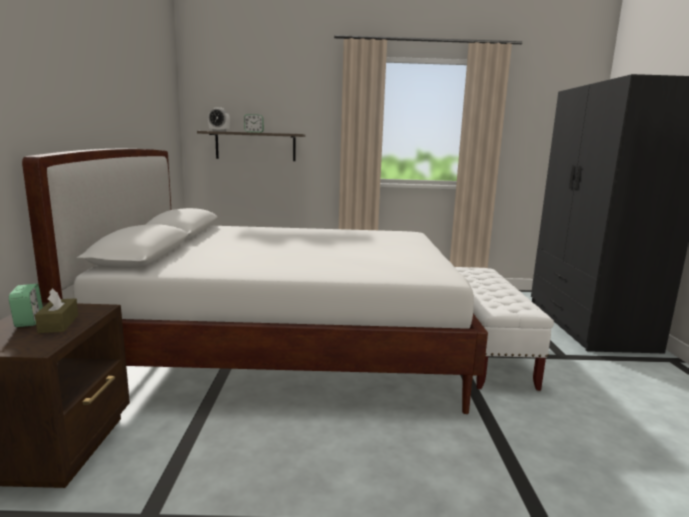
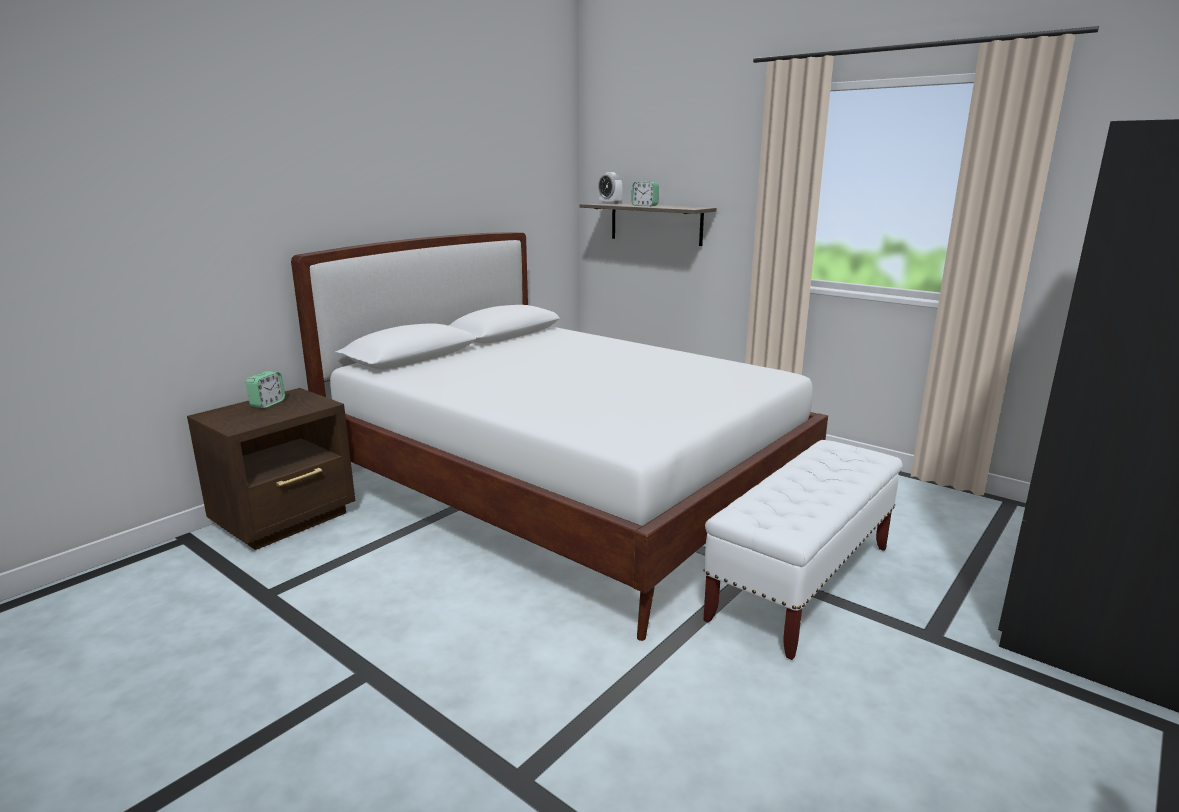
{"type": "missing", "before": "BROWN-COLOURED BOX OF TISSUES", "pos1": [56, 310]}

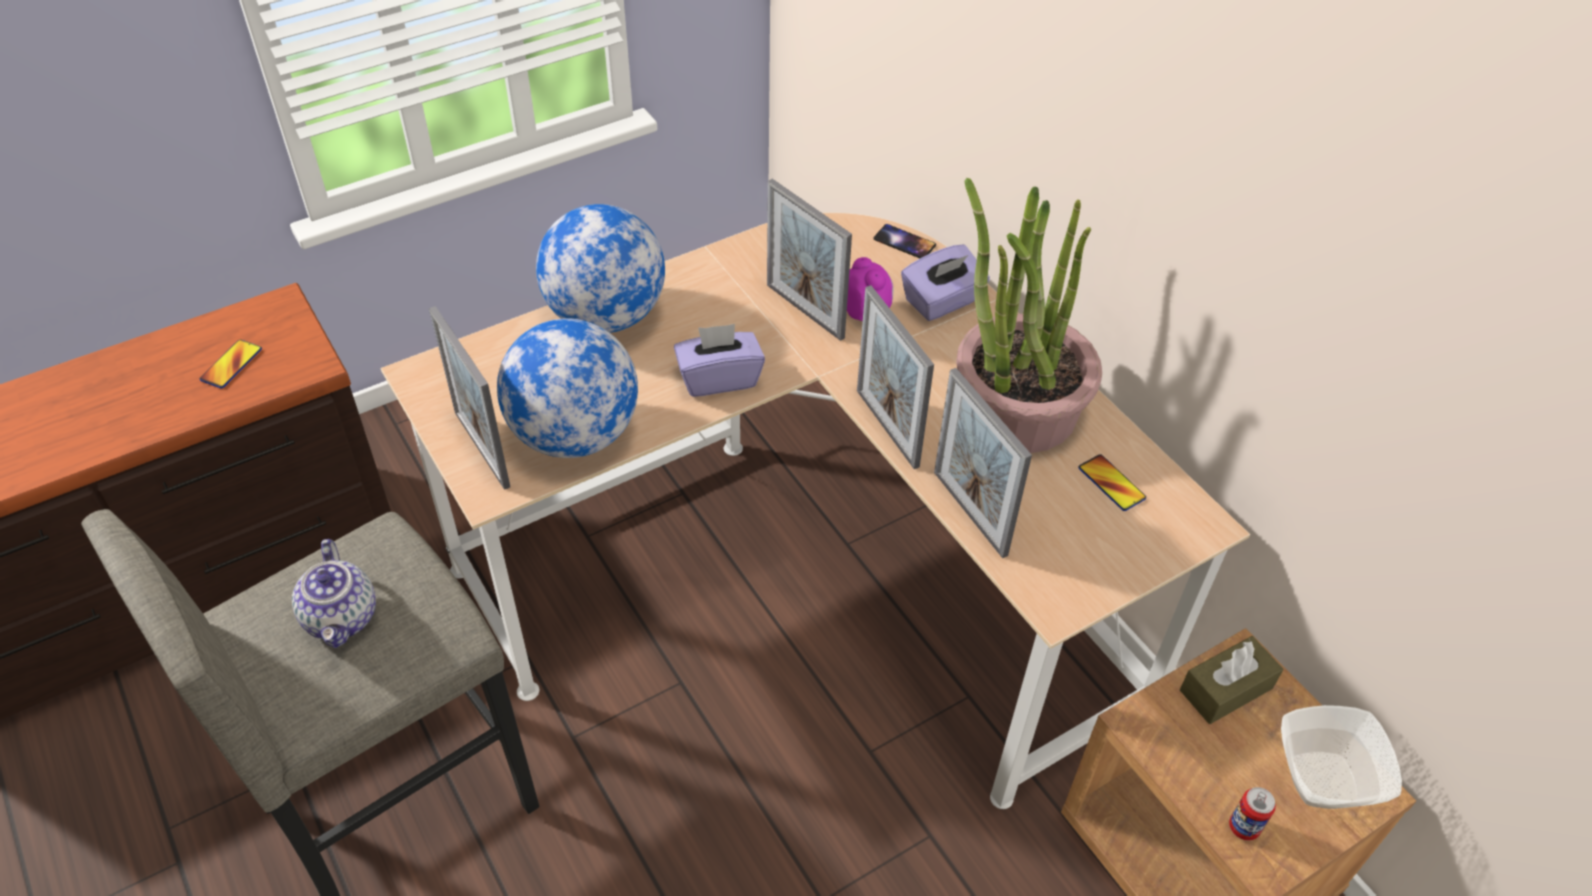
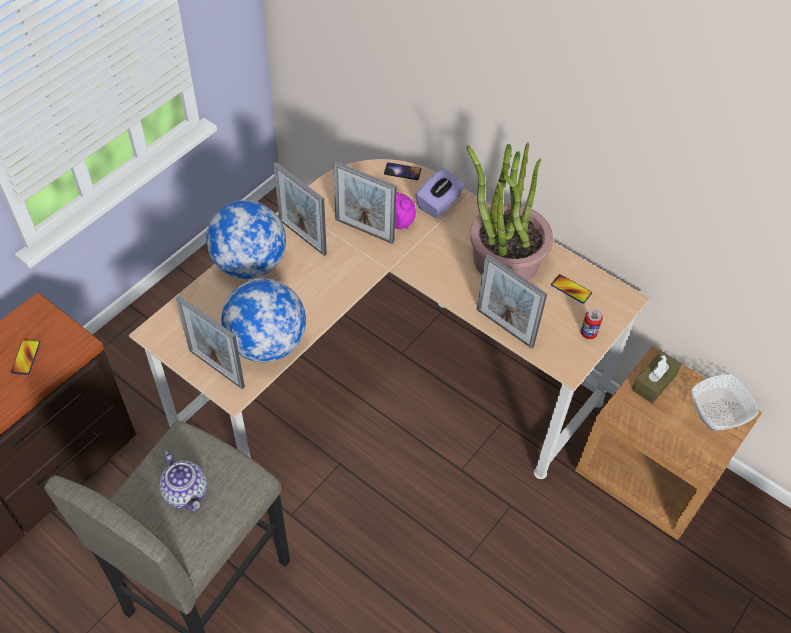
{"type": "missing", "before": "PURPLE BOX OF TISSUES", "pos1": [719, 360]}
{"type": "relocated", "before": "PICTURE FRAME", "pos1": [895, 377], "pos2": [300, 209]}
{"type": "relocated", "before": "SEALED CAN", "pos1": [1252, 814], "pos2": [592, 324]}

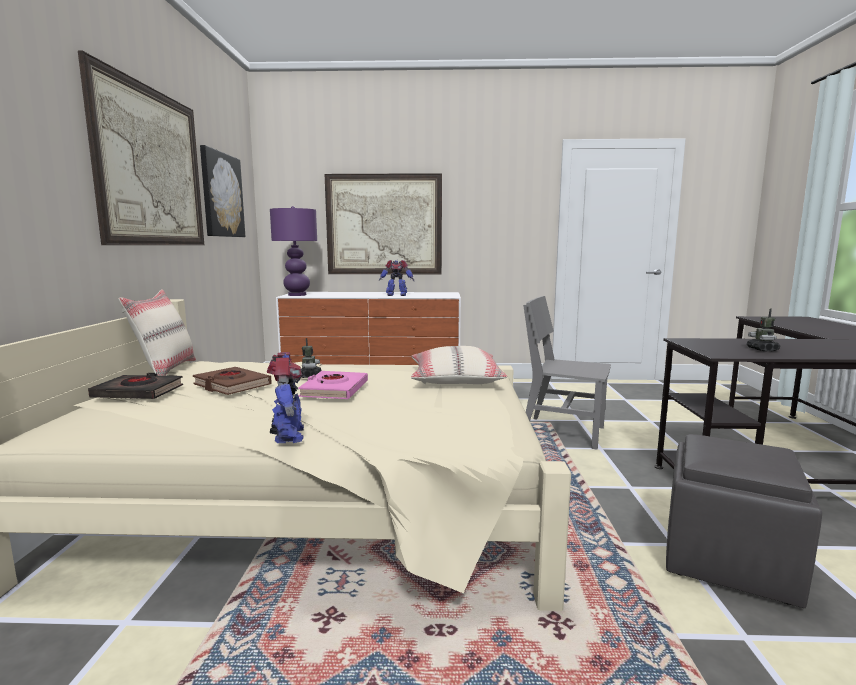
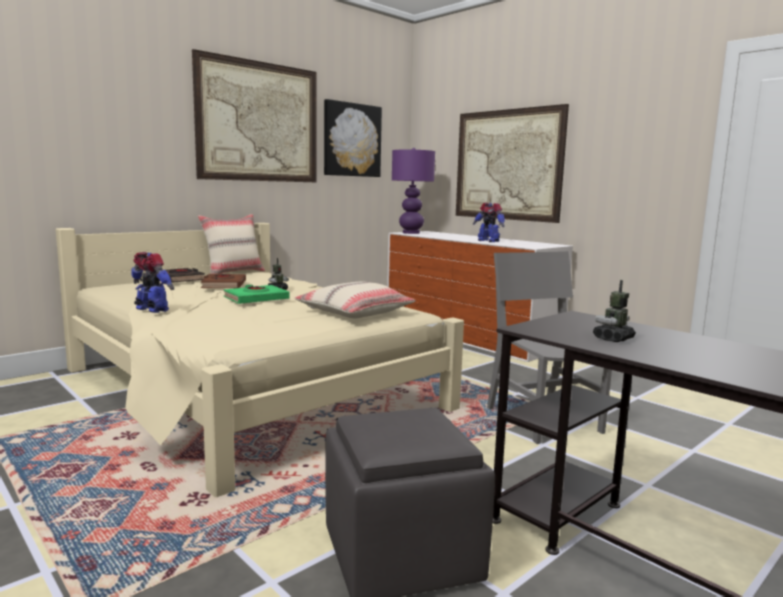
{"type": "colour", "before": "PINKISH BOOK", "after": "GREEN BOOK", "pos1": [333, 385], "pos2": [256, 294]}
{"type": "spun", "before": "TOY ROBOT", "pos1": [285, 397], "pos2": [153, 282], "turn": -90}

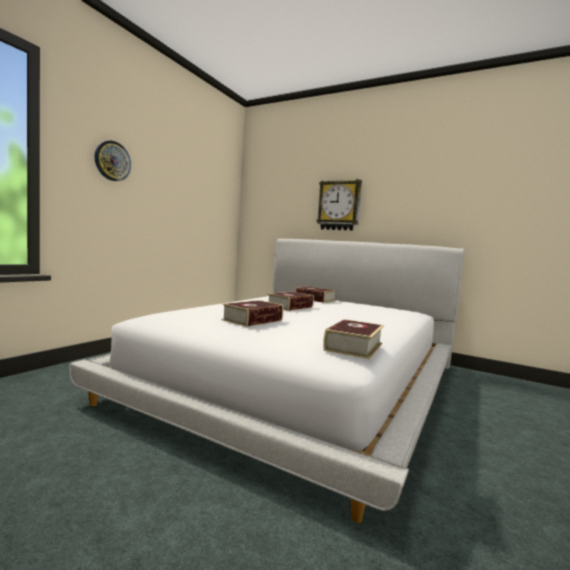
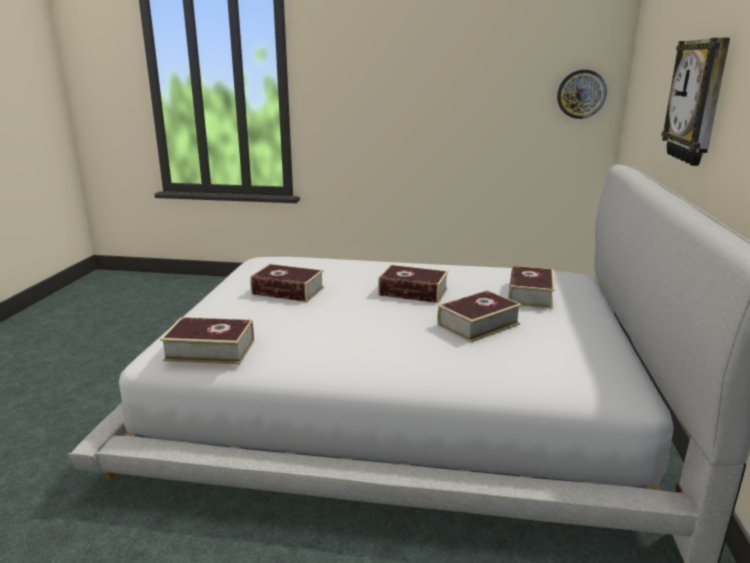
{"type": "appeared", "after": "BOOK", "pos2": [479, 316]}
{"type": "relocated", "before": "HANGING CLOCK", "pos1": [113, 160], "pos2": [582, 94]}

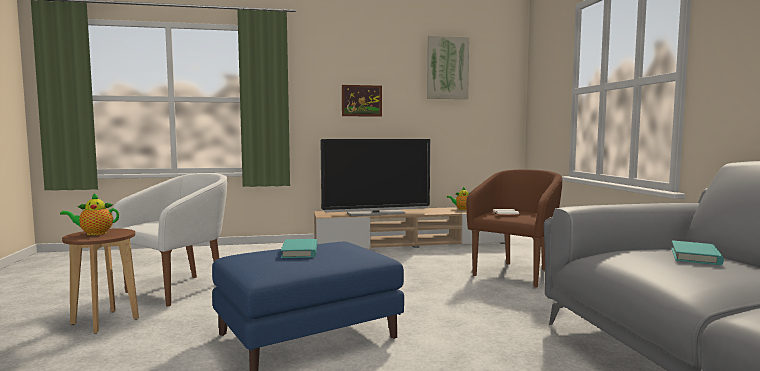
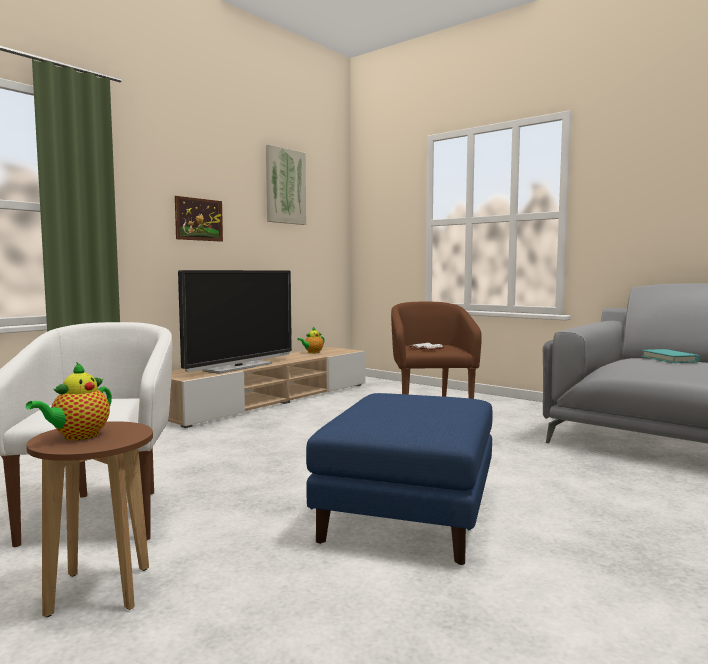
{"type": "missing", "before": "TURQUOISE-COLOURED BOOK", "pos1": [299, 248]}

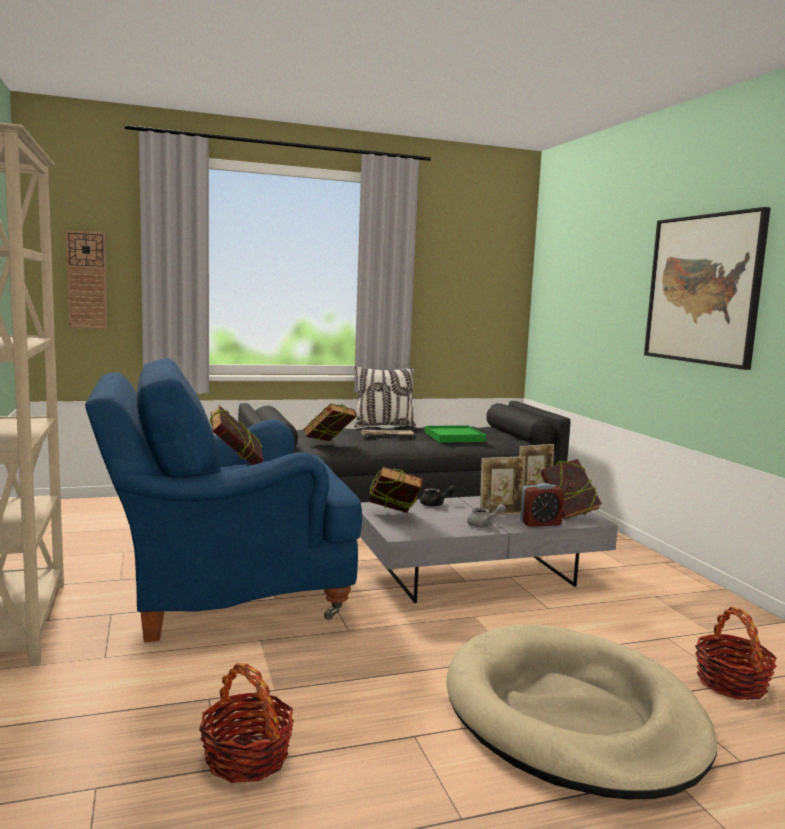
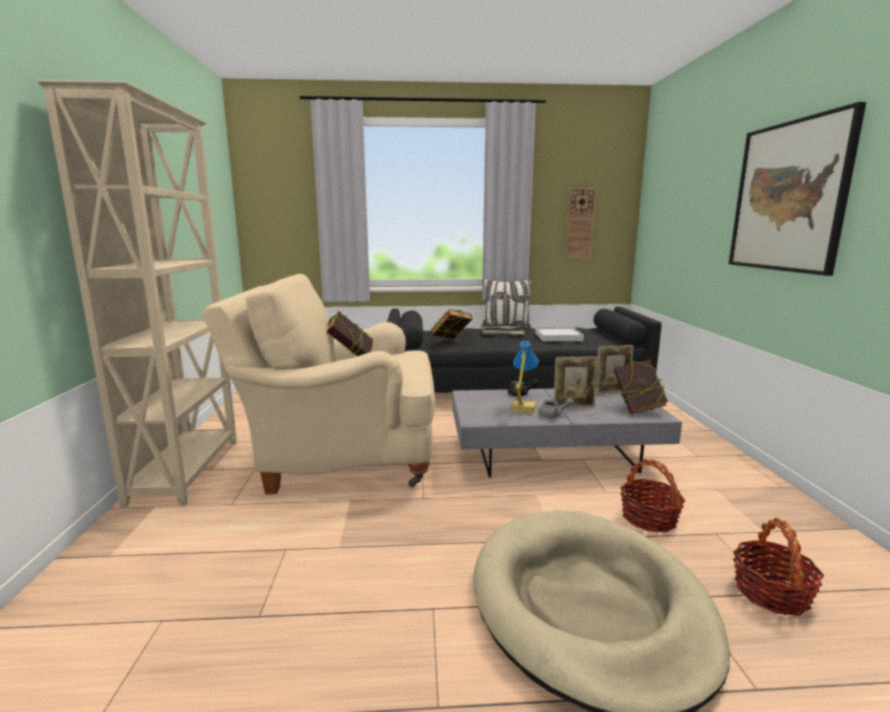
{"type": "missing", "before": "BOOK", "pos1": [396, 489]}
{"type": "missing", "before": "TABLE CLOCK", "pos1": [542, 505]}
{"type": "appeared", "after": "TABLETOP LAMP", "pos2": [524, 378]}
{"type": "relocated", "before": "HANGING CLOCK", "pos1": [86, 279], "pos2": [581, 223]}
{"type": "relocated", "before": "STORAGE BASKET", "pos1": [246, 723], "pos2": [653, 495]}
{"type": "colour", "before": "BLUISH ARMCHAIR", "after": "BEIGE-COLOURED ARMCHAIR", "pos1": [223, 500], "pos2": [318, 384]}
{"type": "colour", "before": "GREEN CARRYING TRAY", "after": "WHITISH CARRYING TRAY", "pos1": [455, 434], "pos2": [559, 334]}

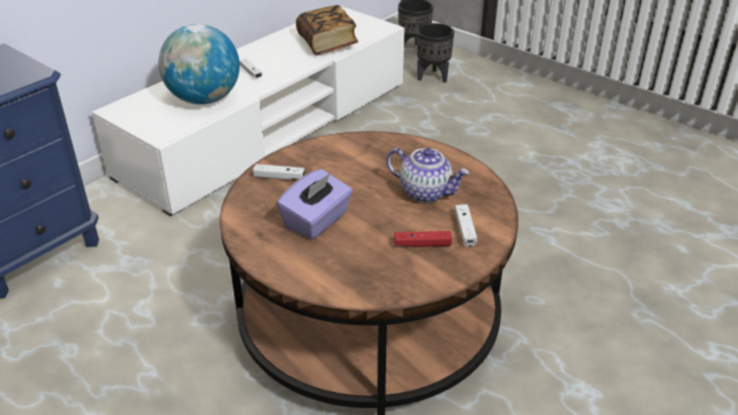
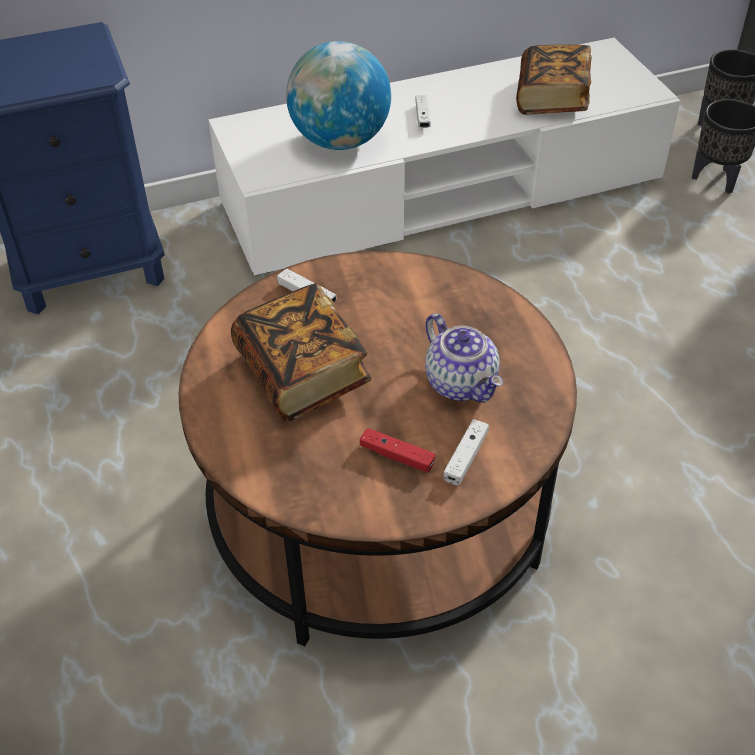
{"type": "exchanged", "before": "PURPLE BOX OF TISSUES", "after": "BOOK", "pos1": [315, 204], "pos2": [301, 352]}

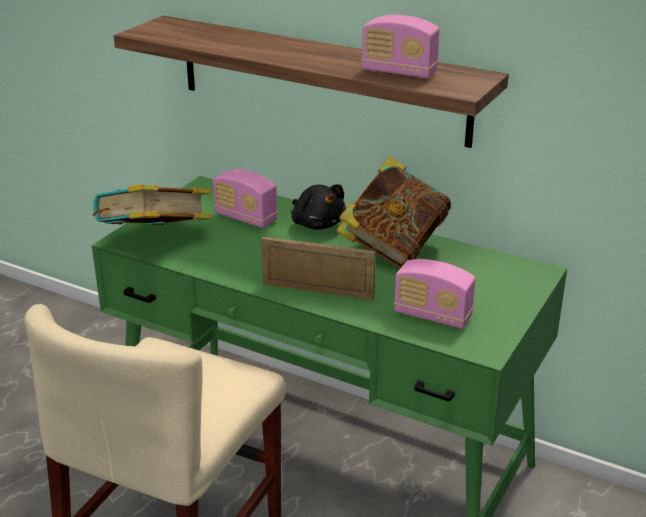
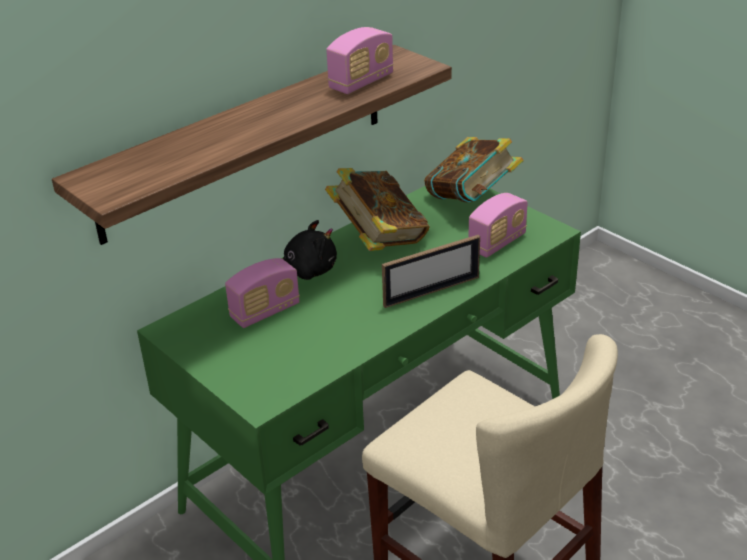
{"type": "relocated", "before": "BOOK", "pos1": [152, 204], "pos2": [474, 170]}
{"type": "spun", "before": "PICTURE FRAME", "pos1": [319, 268], "pos2": [431, 271], "turn": -150}

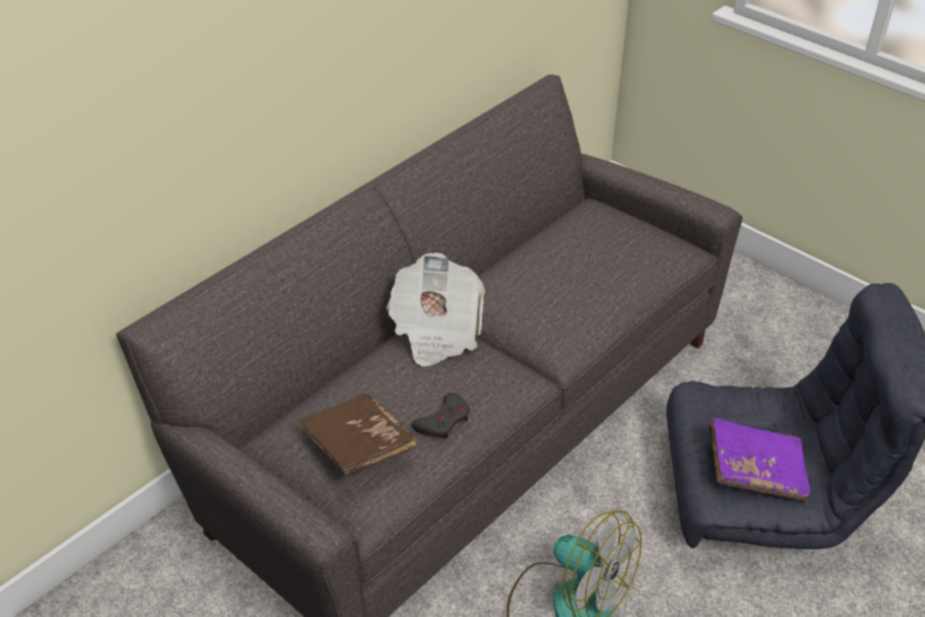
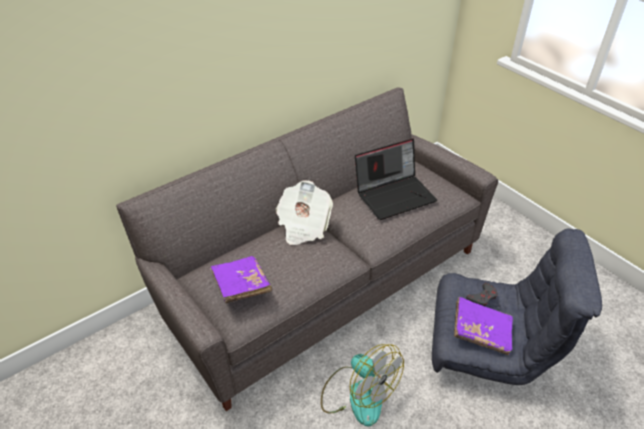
{"type": "appeared", "after": "NOTEBOOK COMPUTER", "pos2": [396, 179]}
{"type": "relocated", "before": "GREYISH GAME CONTROLLER", "pos1": [441, 416], "pos2": [482, 295]}
{"type": "colour", "before": "BROWN-COLOURED BOOK", "after": "PURPLE BOOK", "pos1": [357, 435], "pos2": [241, 280]}

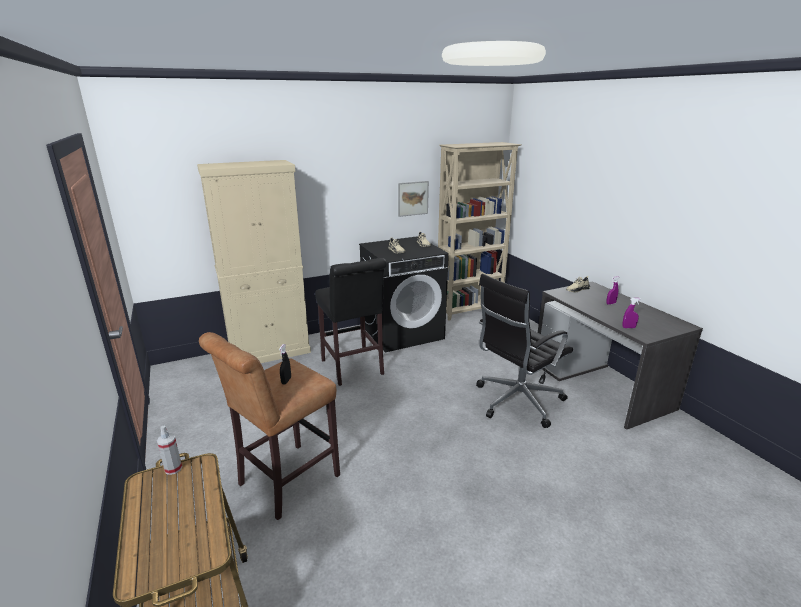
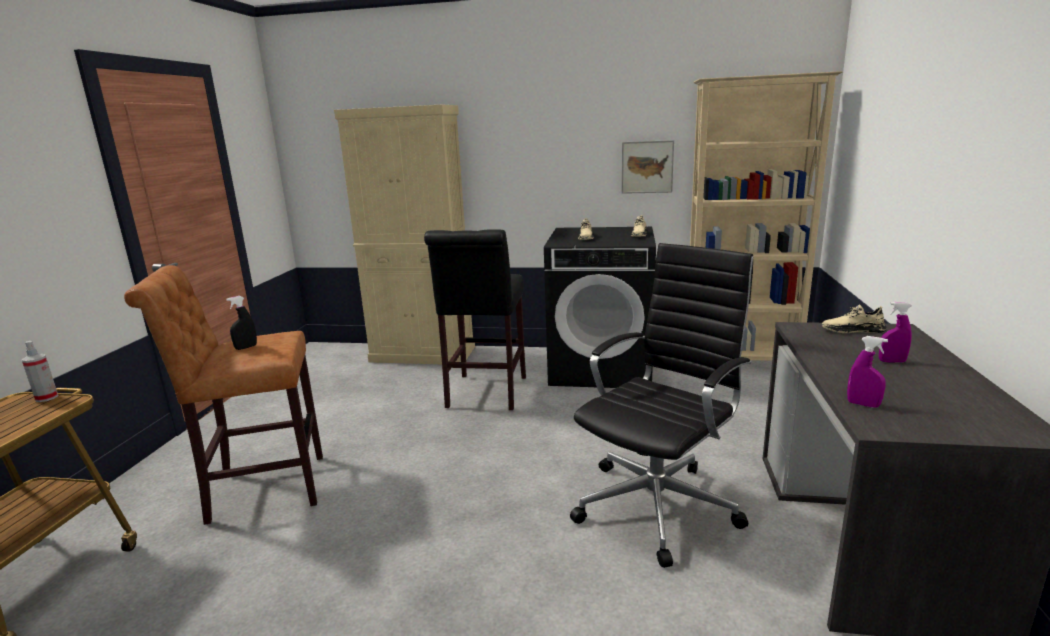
{"type": "spun", "before": "BLACKISH COMPUTER CHAIR", "pos1": [524, 351], "pos2": [661, 405], "turn": 135}

